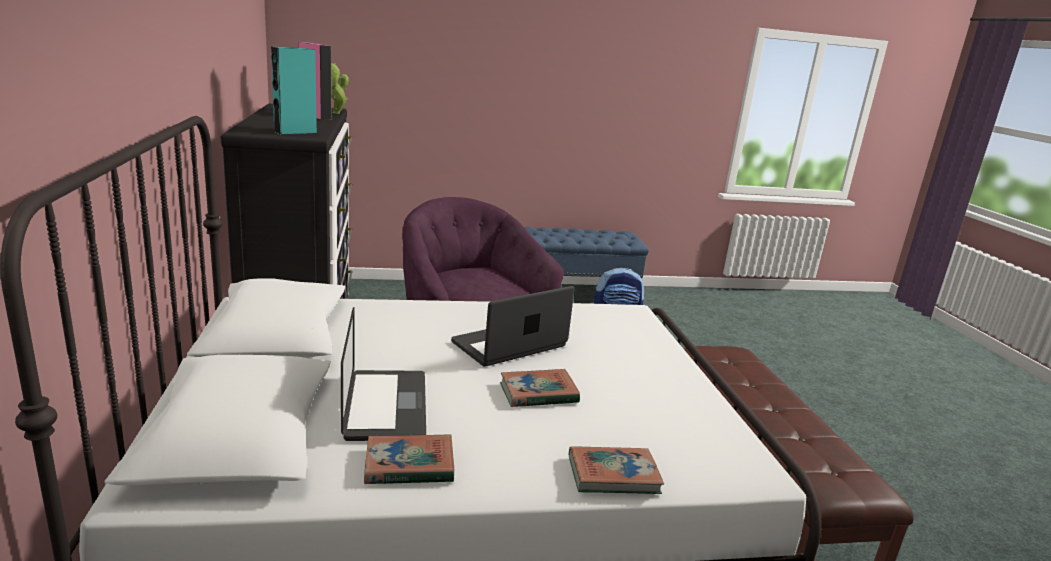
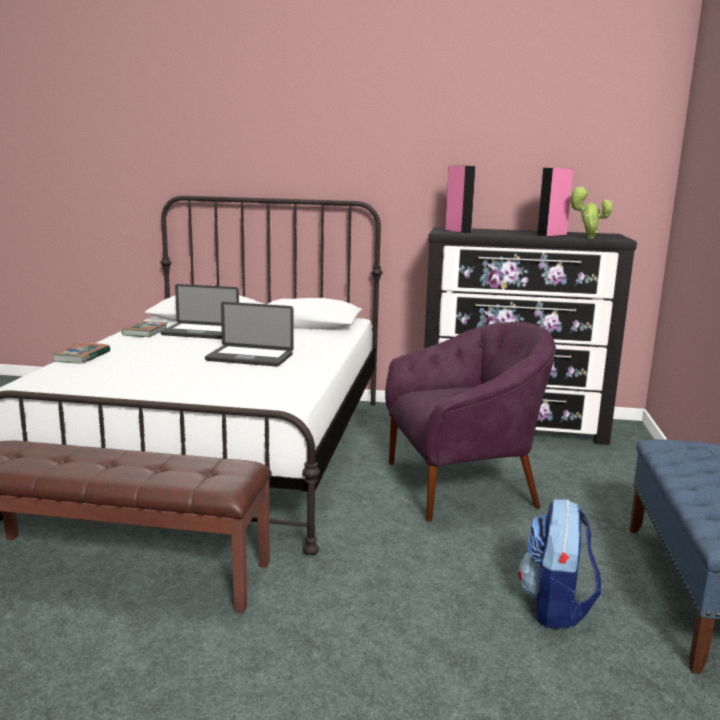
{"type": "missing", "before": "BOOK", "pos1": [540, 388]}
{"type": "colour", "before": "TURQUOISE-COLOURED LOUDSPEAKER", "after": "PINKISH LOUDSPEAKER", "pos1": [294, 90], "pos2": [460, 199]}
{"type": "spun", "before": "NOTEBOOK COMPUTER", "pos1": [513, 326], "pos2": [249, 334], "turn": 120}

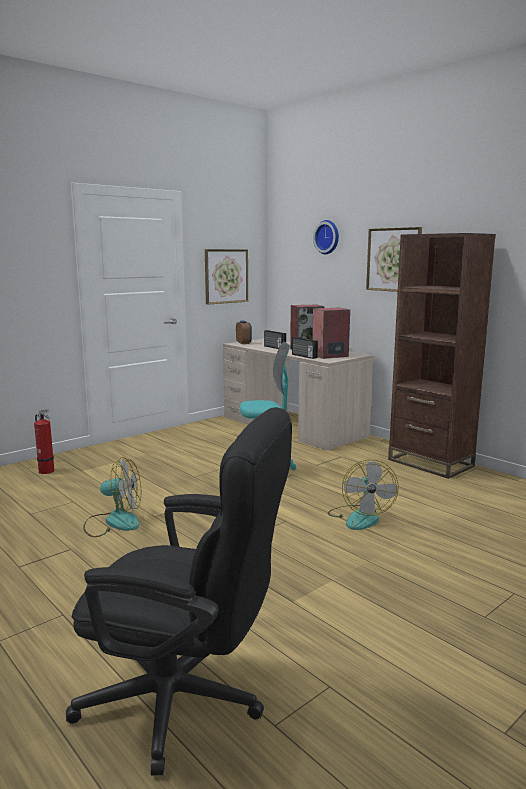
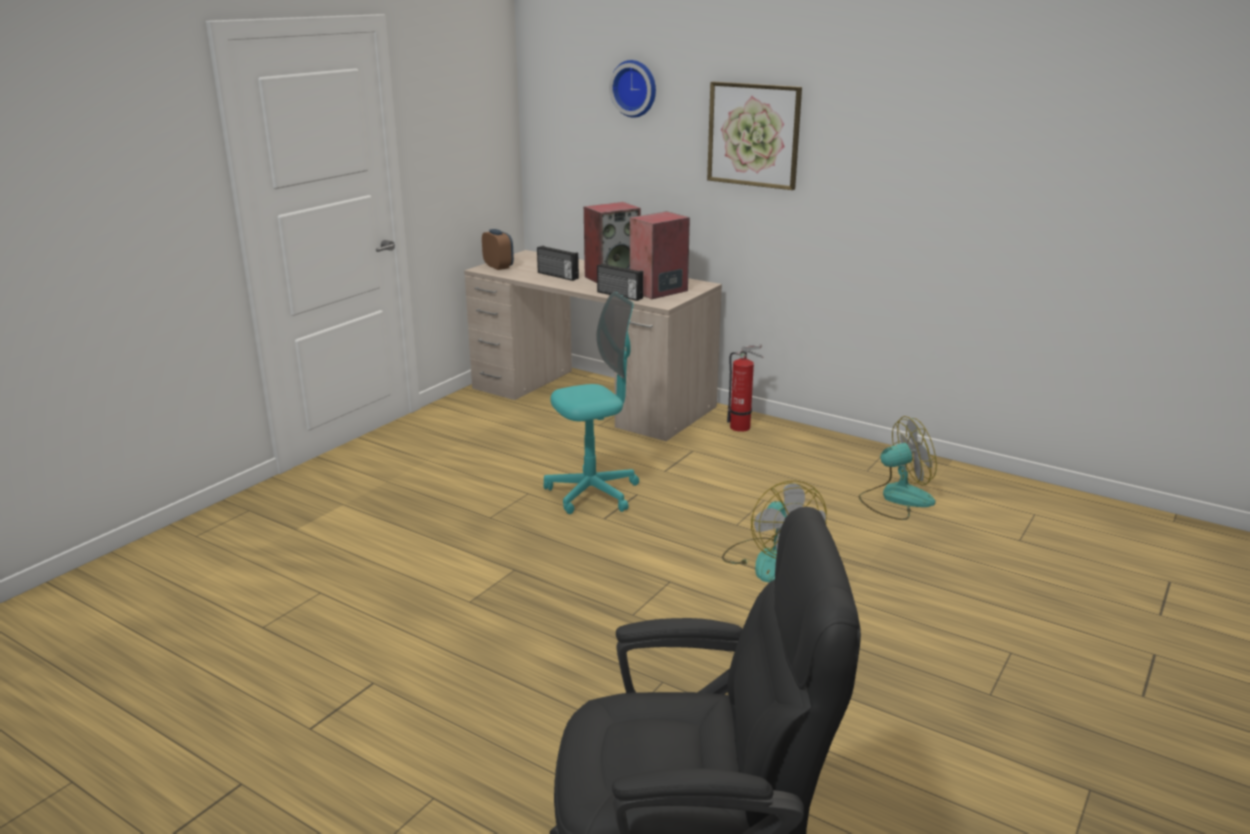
{"type": "missing", "before": "WALL PICTURE", "pos1": [226, 277]}
{"type": "missing", "before": "BROWN-COLOURED BOOKSHELF", "pos1": [442, 356]}
{"type": "relocated", "before": "EXTINGUISHER", "pos1": [44, 441], "pos2": [745, 388]}
{"type": "relocated", "before": "ELECTRIC FAN", "pos1": [112, 497], "pos2": [898, 468]}

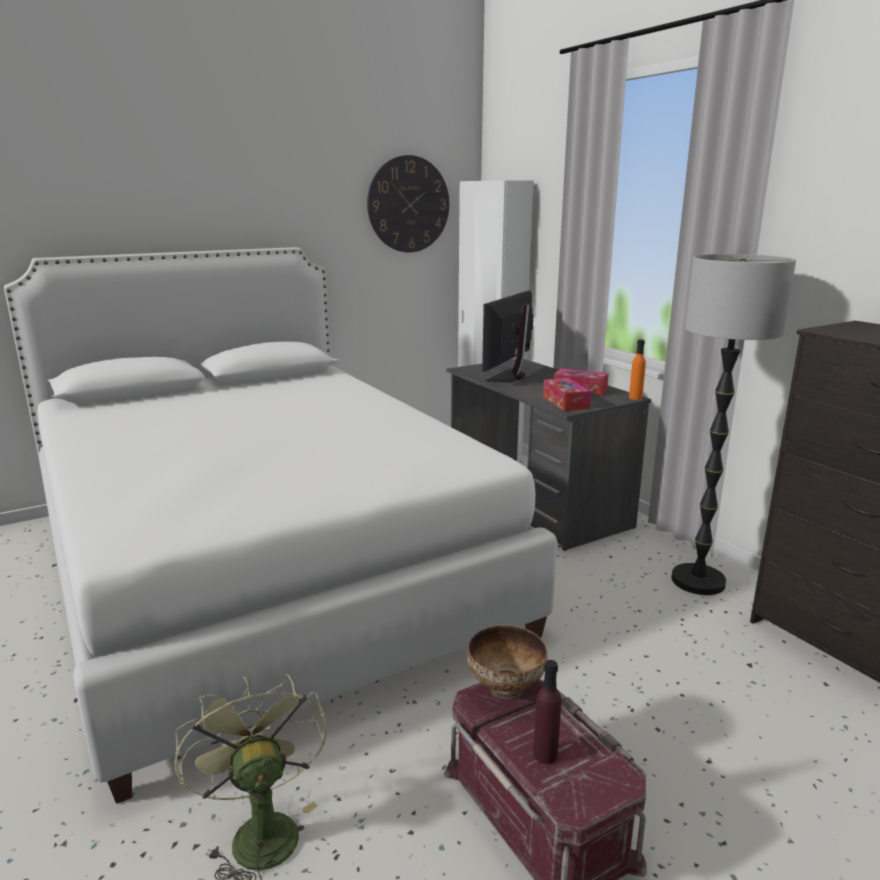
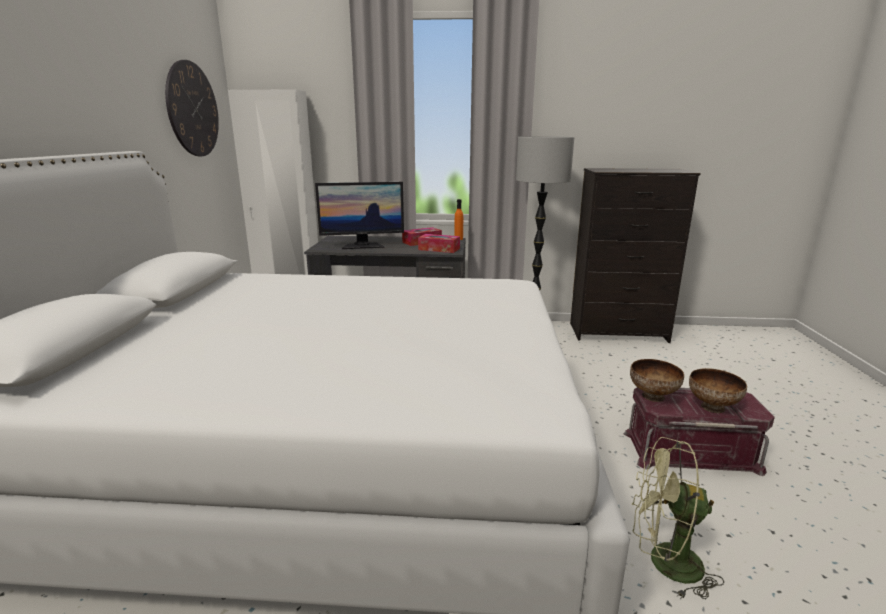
{"type": "exchanged", "before": "PURPLE BOTTLE", "after": "BOWL", "pos1": [547, 712], "pos2": [718, 390]}
{"type": "spun", "before": "COMPUTER SCREEN", "pos1": [508, 336], "pos2": [359, 215], "turn": -75}

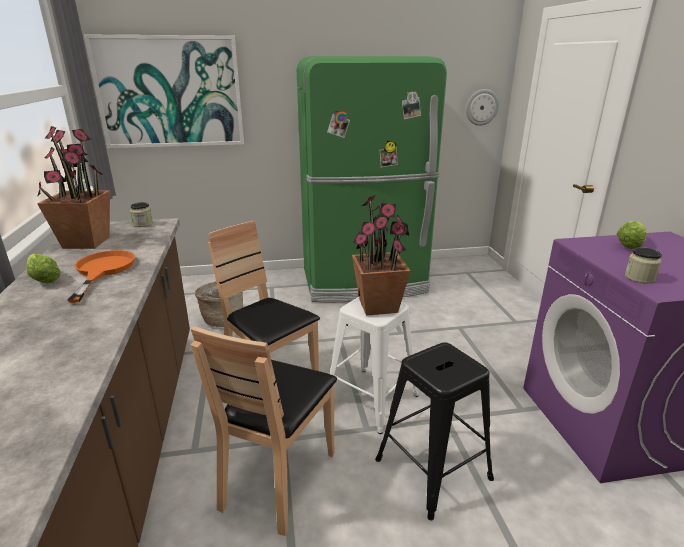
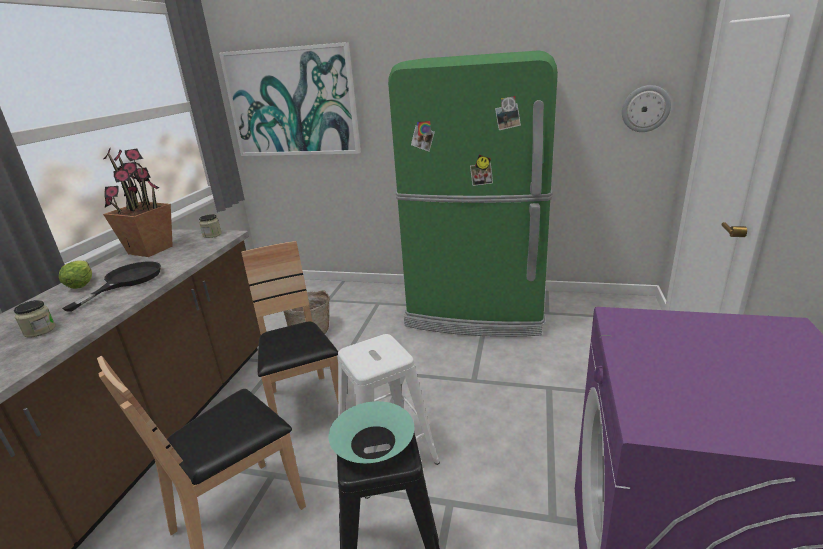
{"type": "missing", "before": "POTTED PLANT", "pos1": [381, 255]}
{"type": "missing", "before": "LETTUCE", "pos1": [632, 235]}
{"type": "appeared", "after": "TURQUOISE-COLOURED BOWL", "pos2": [371, 432]}
{"type": "relocated", "before": "PRESERVE JAR", "pos1": [643, 265], "pos2": [34, 319]}
{"type": "colour", "before": "ORANGE-COLOURED PAN", "after": "BLACKISH PAN", "pos1": [101, 276], "pos2": [111, 286]}

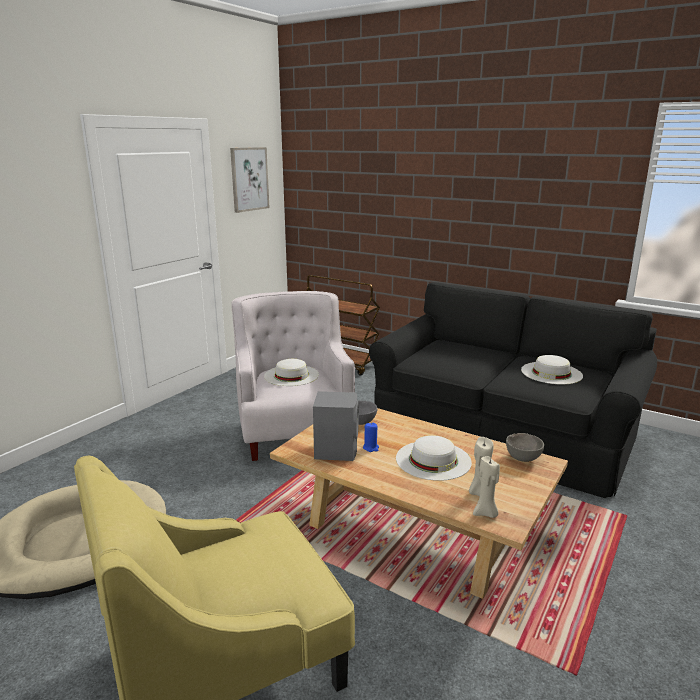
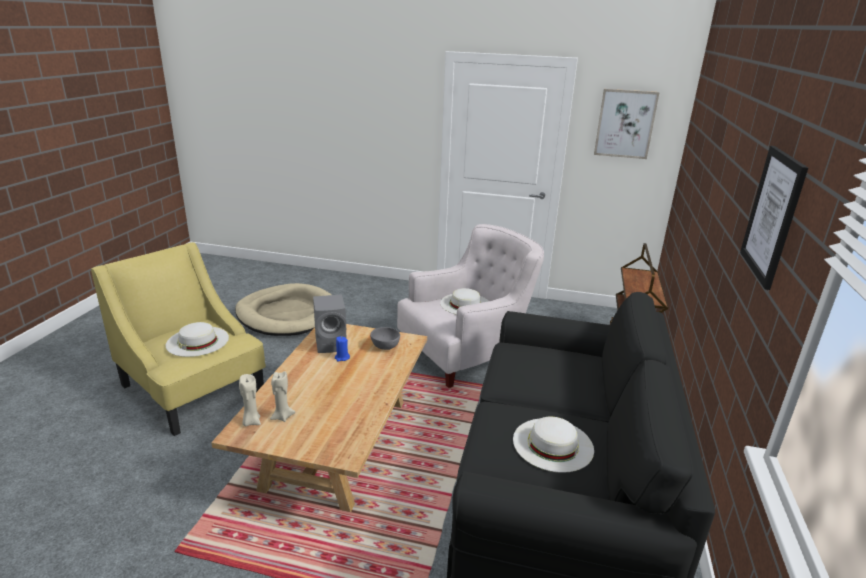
{"type": "missing", "before": "GREYISH BOWL", "pos1": [525, 447]}
{"type": "appeared", "after": "WALL PICTURE", "pos2": [774, 218]}
{"type": "relocated", "before": "WHITISH WEARABLE HAT", "pos1": [434, 458], "pos2": [197, 339]}

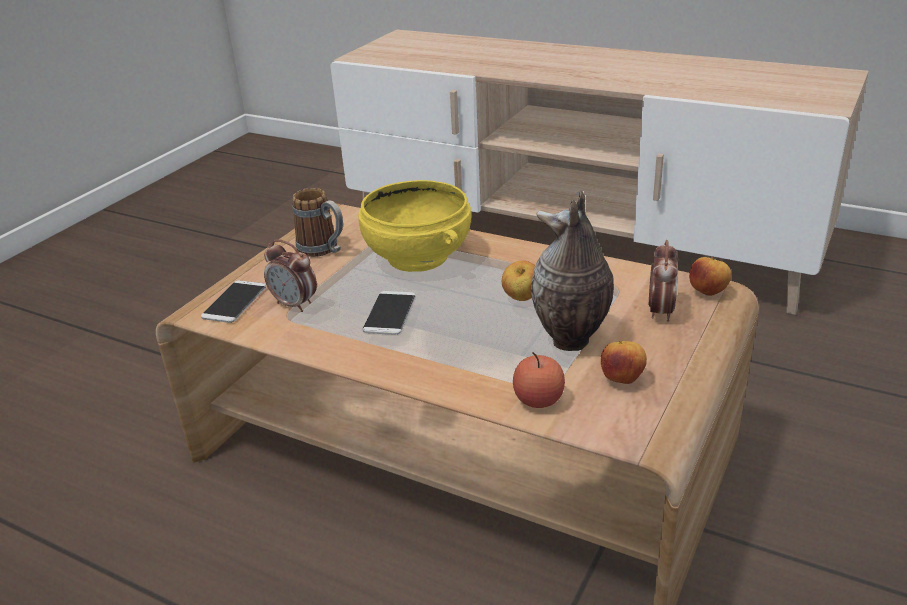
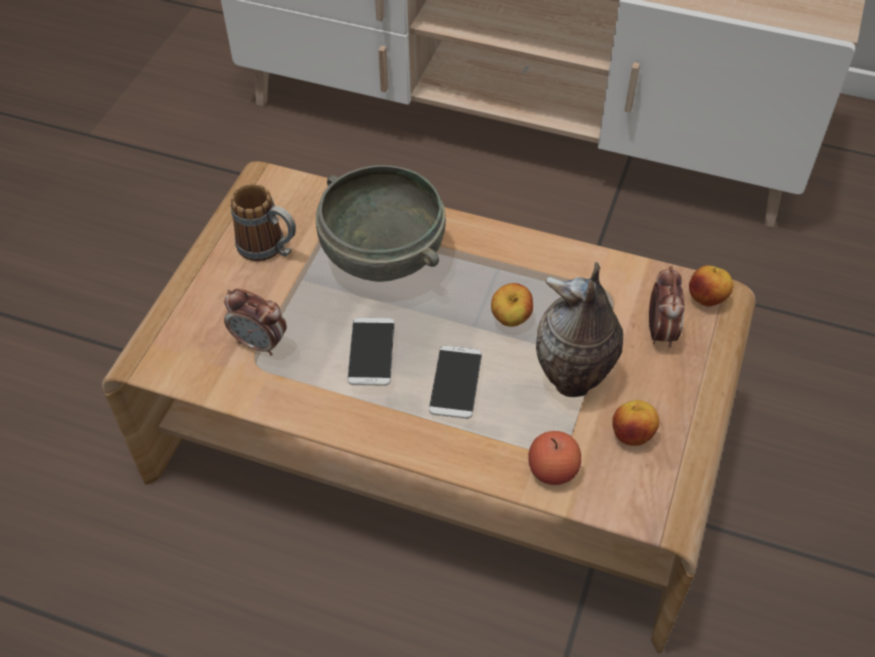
{"type": "relocated", "before": "TELEPHONE", "pos1": [233, 301], "pos2": [455, 382]}
{"type": "colour", "before": "YELLOW-COLOURED BOWL", "after": "GREYISH BOWL", "pos1": [414, 226], "pos2": [381, 223]}

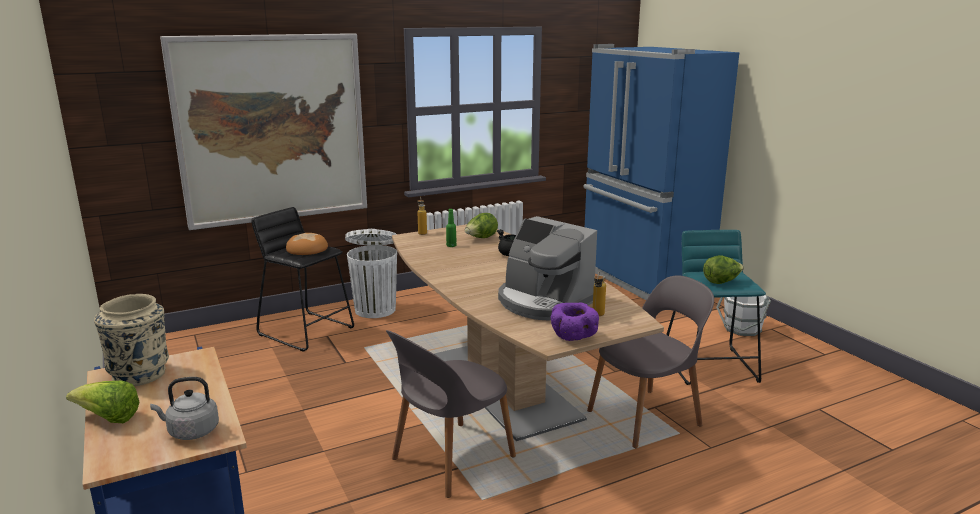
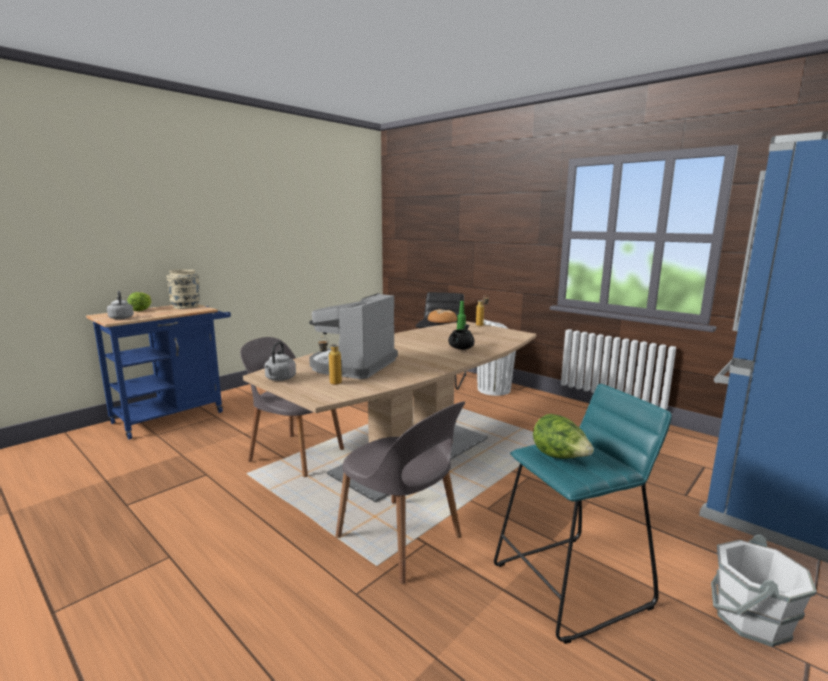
{"type": "missing", "before": "WALL PICTURE", "pos1": [263, 131]}
{"type": "missing", "before": "LETTUCE", "pos1": [481, 225]}
{"type": "exchanged", "before": "PURPLE BOWL", "after": "GREYISH TEA KETTLE", "pos1": [575, 321], "pos2": [280, 361]}

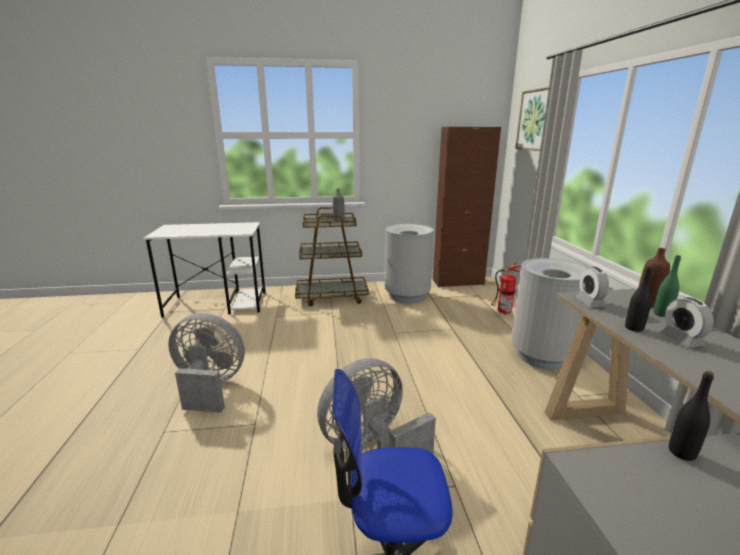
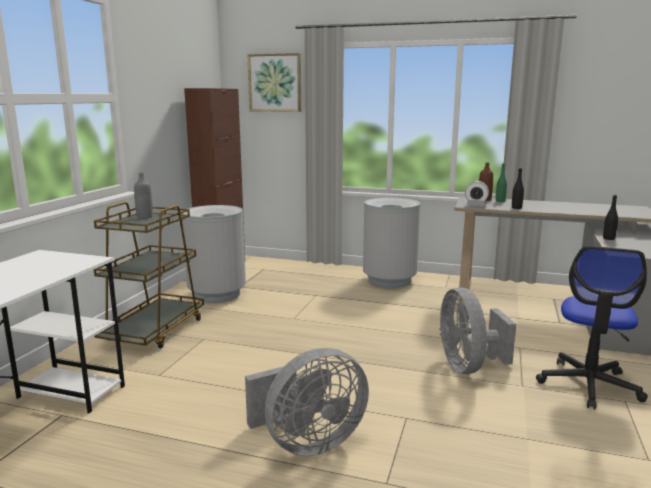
{"type": "missing", "before": "EXTINGUISHER", "pos1": [506, 288]}
{"type": "missing", "before": "TABLE CLOCK", "pos1": [687, 322]}
{"type": "spun", "before": "GREYISH ELECTRIC FAN", "pos1": [206, 363], "pos2": [307, 402], "turn": -150}

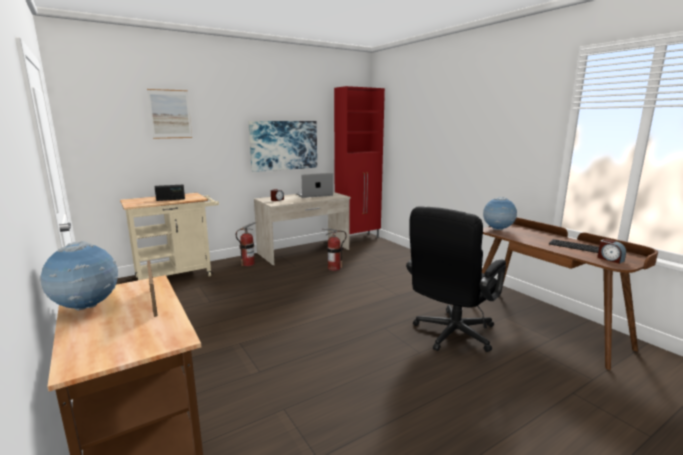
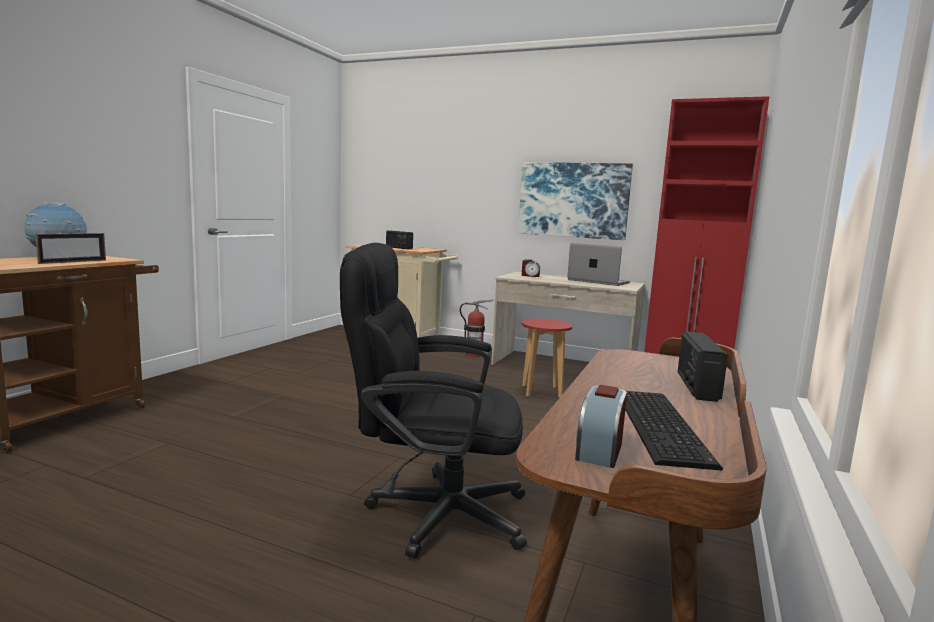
{"type": "missing", "before": "WALL PICTURE", "pos1": [169, 114]}
{"type": "missing", "before": "WORLD GLOBE", "pos1": [500, 213]}
{"type": "appeared", "after": "RADIO SET", "pos2": [703, 366]}
{"type": "exchanged", "before": "EXTINGUISHER", "after": "REDDISH STOOL SEAT", "pos1": [334, 249], "pos2": [547, 358]}

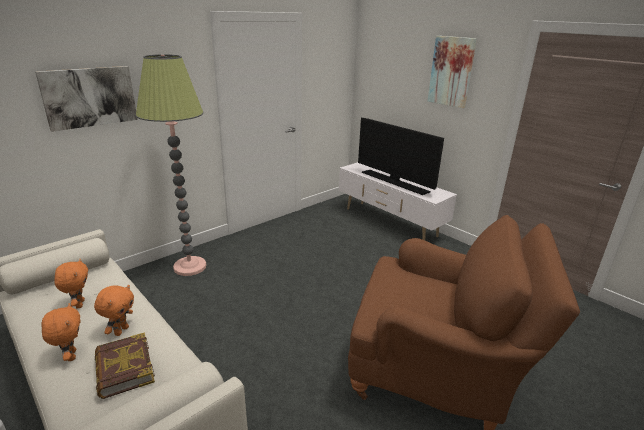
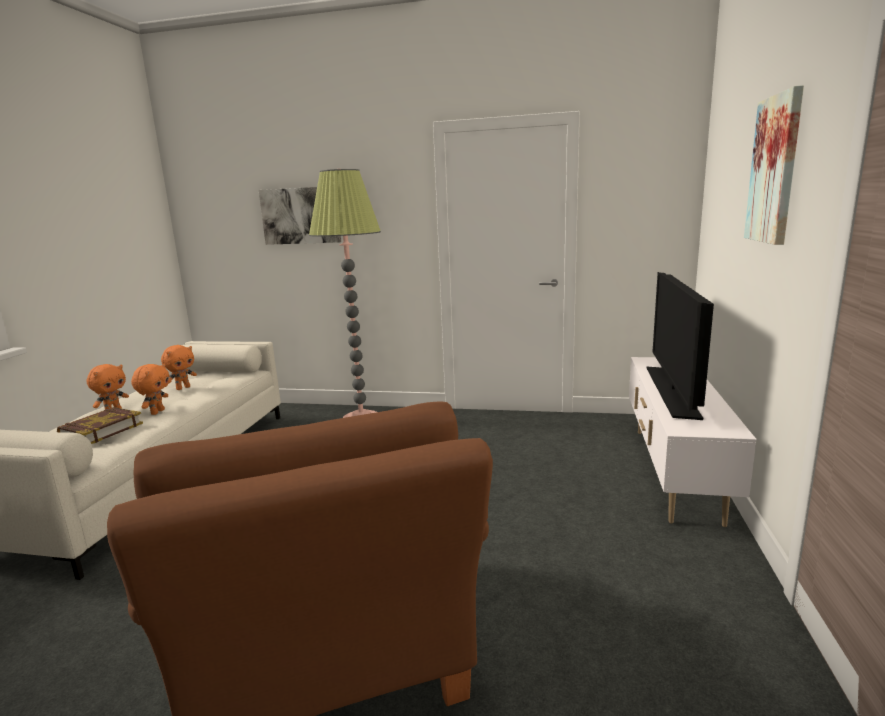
{"type": "spun", "before": "ORANGE-COLOURED SOFT TOY", "pos1": [114, 310], "pos2": [150, 389], "turn": -60}

